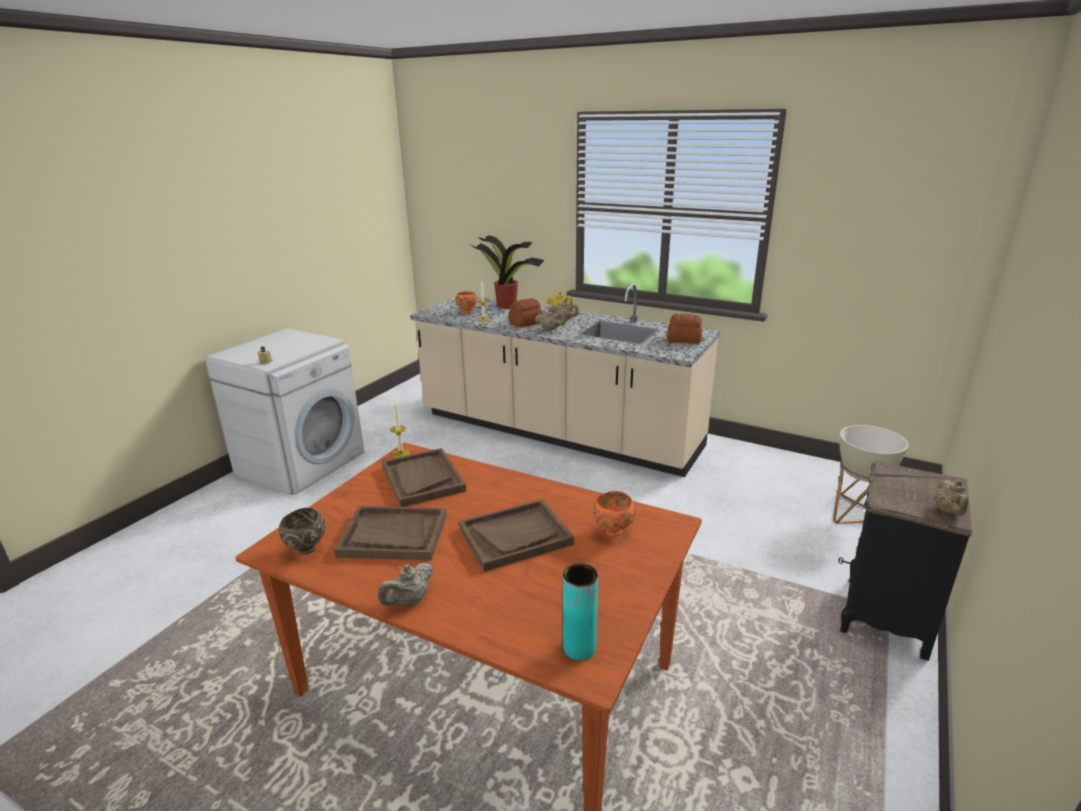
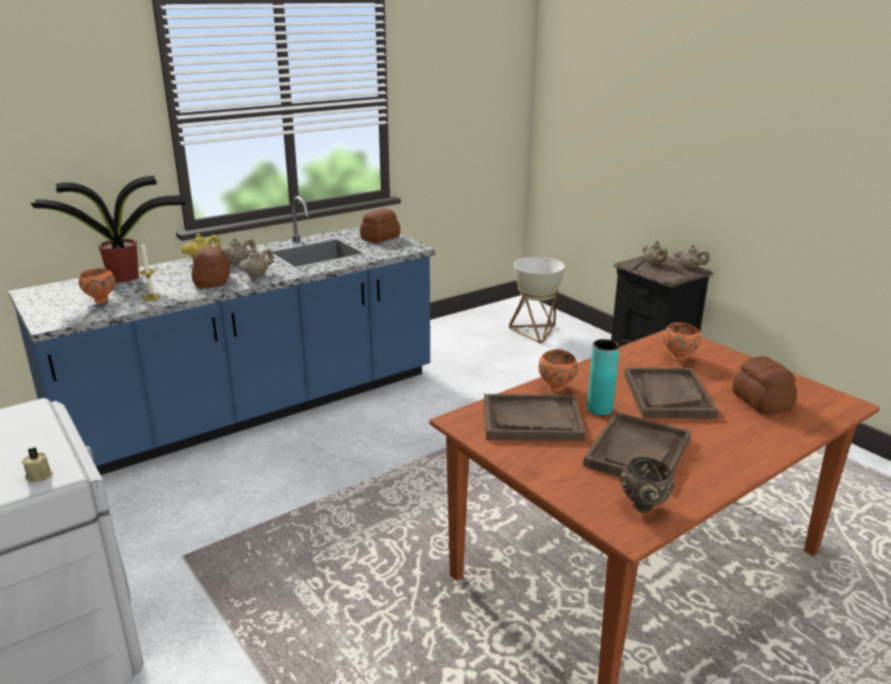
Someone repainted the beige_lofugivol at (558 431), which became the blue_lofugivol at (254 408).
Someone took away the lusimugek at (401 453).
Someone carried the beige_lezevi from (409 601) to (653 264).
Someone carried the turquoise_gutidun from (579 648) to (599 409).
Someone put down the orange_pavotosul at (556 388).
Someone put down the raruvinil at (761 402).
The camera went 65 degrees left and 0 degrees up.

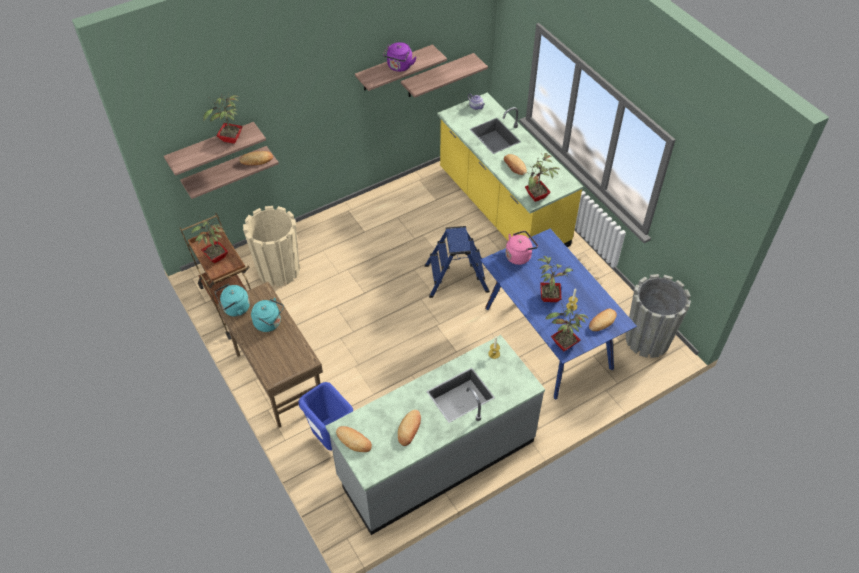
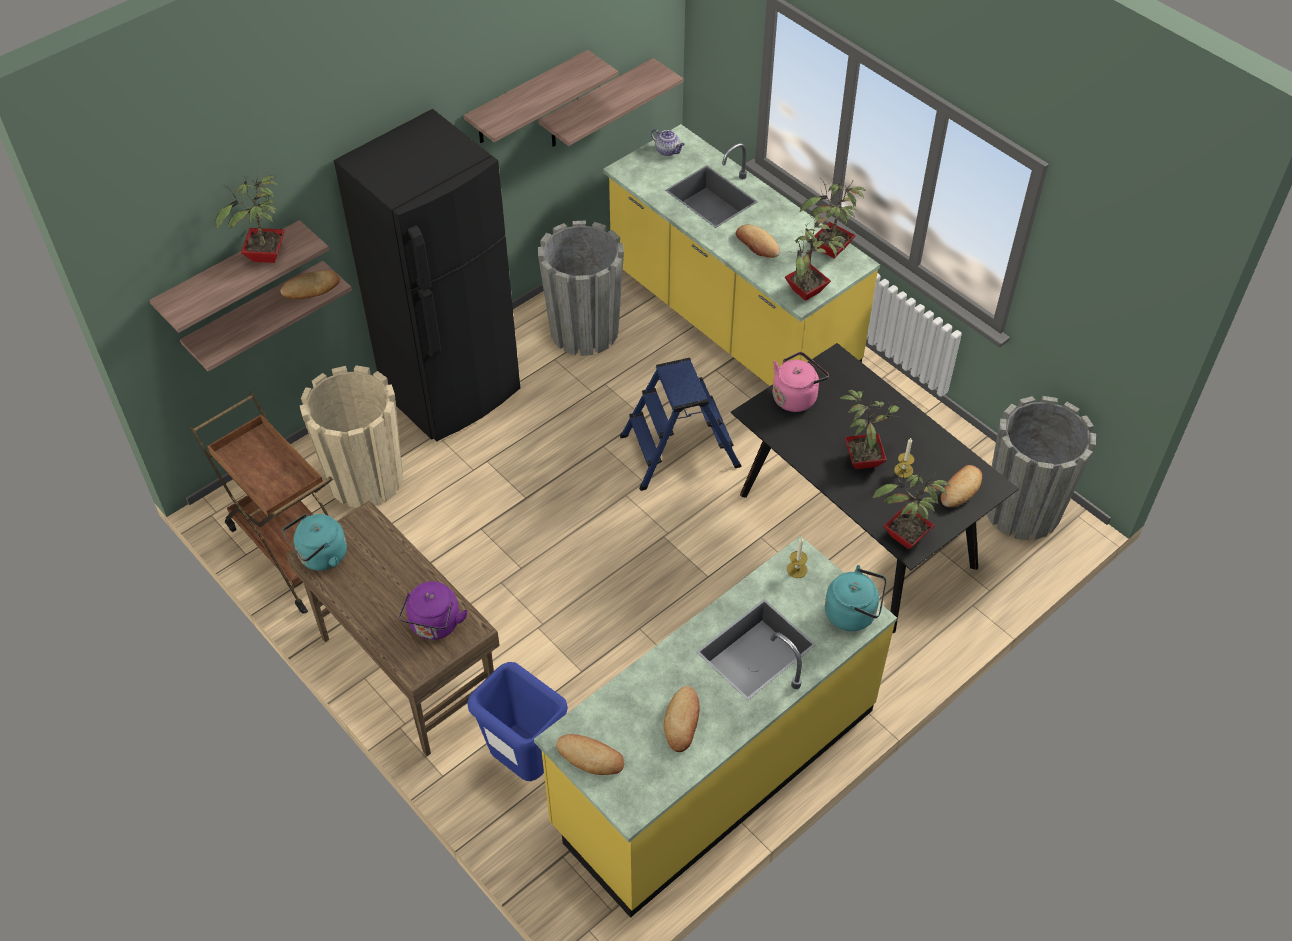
Someone carried the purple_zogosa from (399 67) to (434 626).
Someone carried the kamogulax from (215 258) to (830 250).
Someone repainted the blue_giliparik at (546 337), which became the black_giliparik at (855 530).
Someone carried the turquoise_zogosa from (269 323) to (853 613).
Someone repainted the grey_lofugivol at (436 459), which became the yellow_lofugivol at (713 767).
Someone put down the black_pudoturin at (452 392).
Someone put down the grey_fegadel at (584 331).
The camera went 10 degrees left and 0 degrees up.

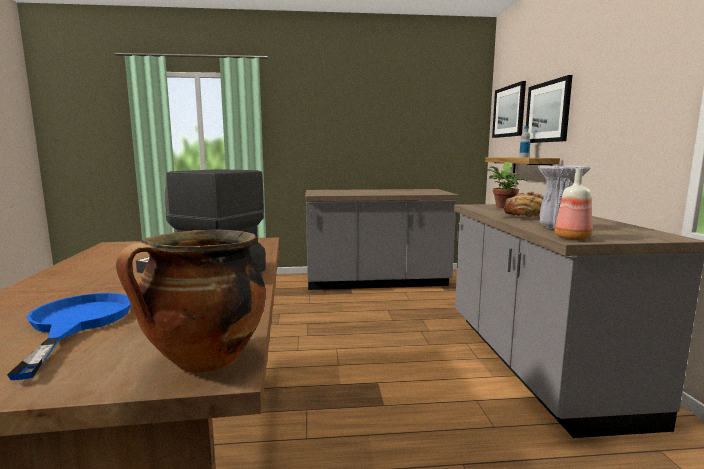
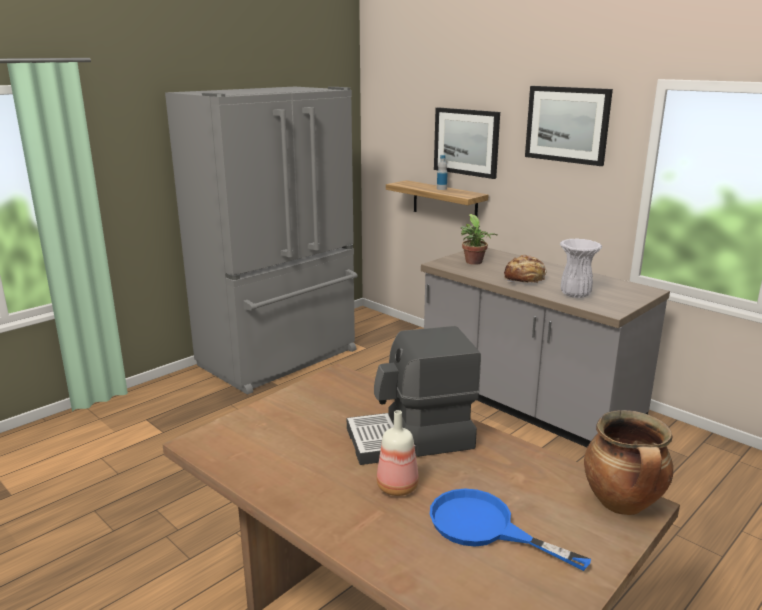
Someone carried the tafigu from (509 111) to (567 124).
Someone carried the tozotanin from (572 238) to (397 486).
Someone swapped the grey_lofugivol at (376 282) for the grey_pudoturin at (281 359).
The camera went 40 degrees left and 10 degrees up.

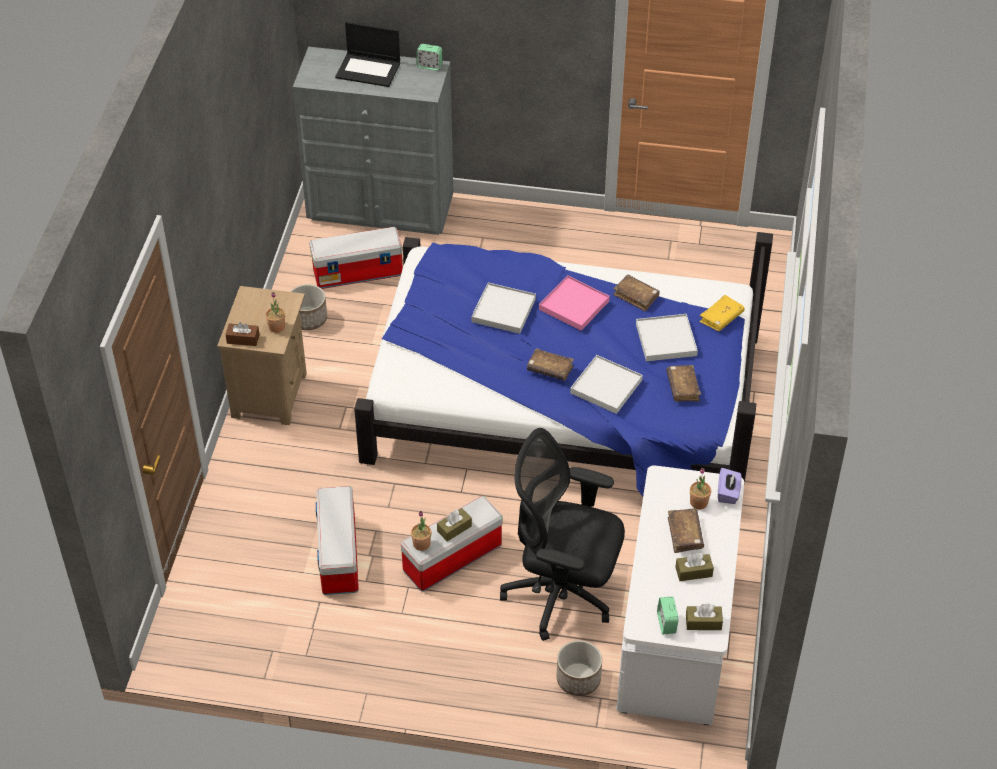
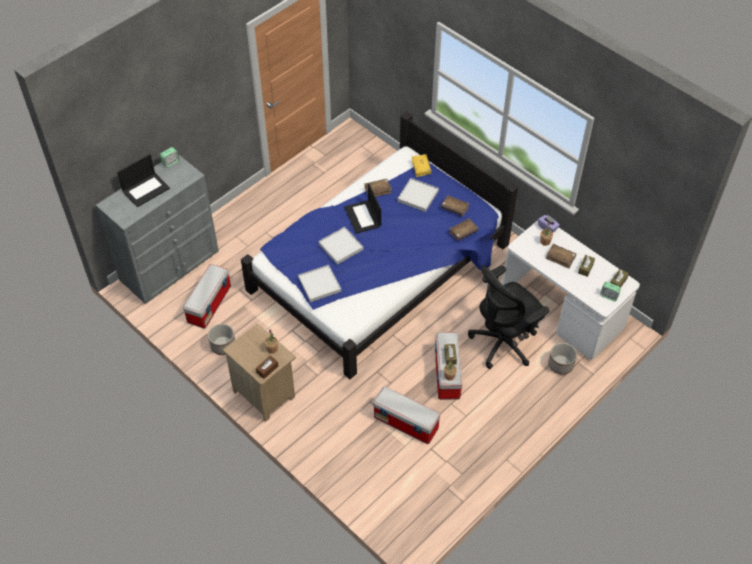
Someone swapped the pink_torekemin at (574 305) for the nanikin at (363 217).
Someone carried the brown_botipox from (550 369) to (463 232).
Someone carried the white_torekemin from (606 386) to (319 284).
The camera went 55 degrees left and 5 degrees up.

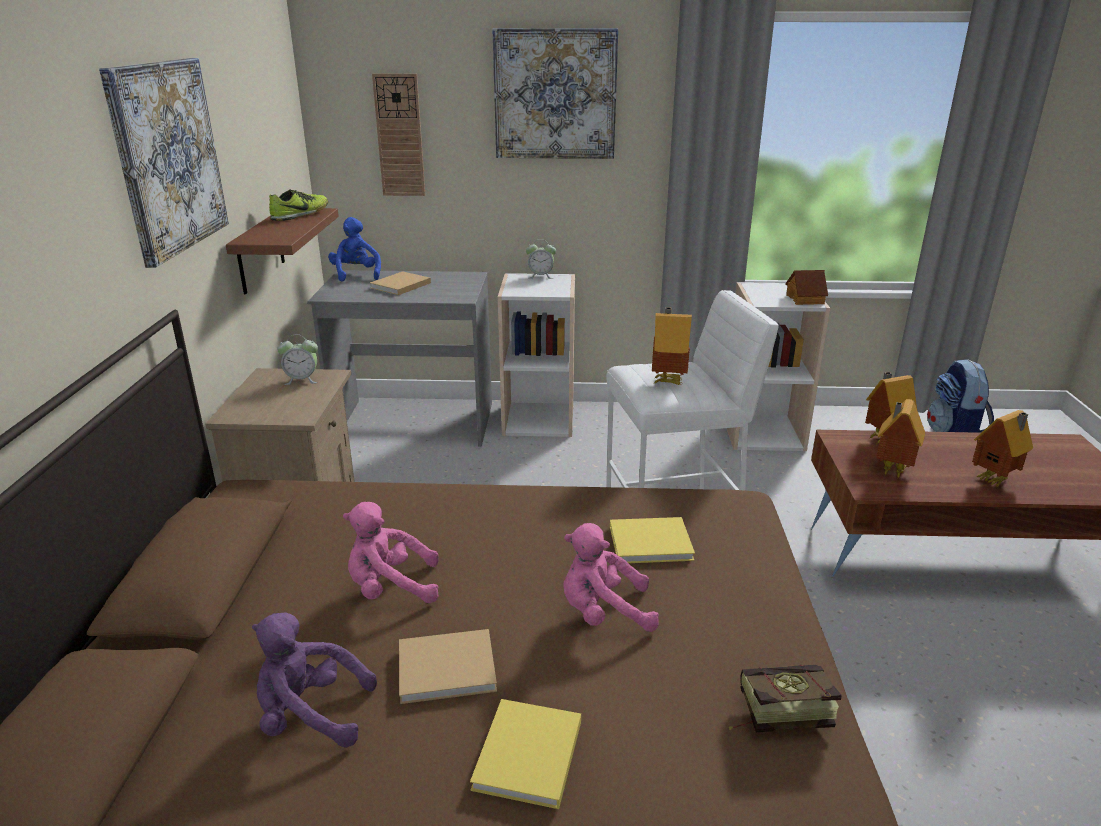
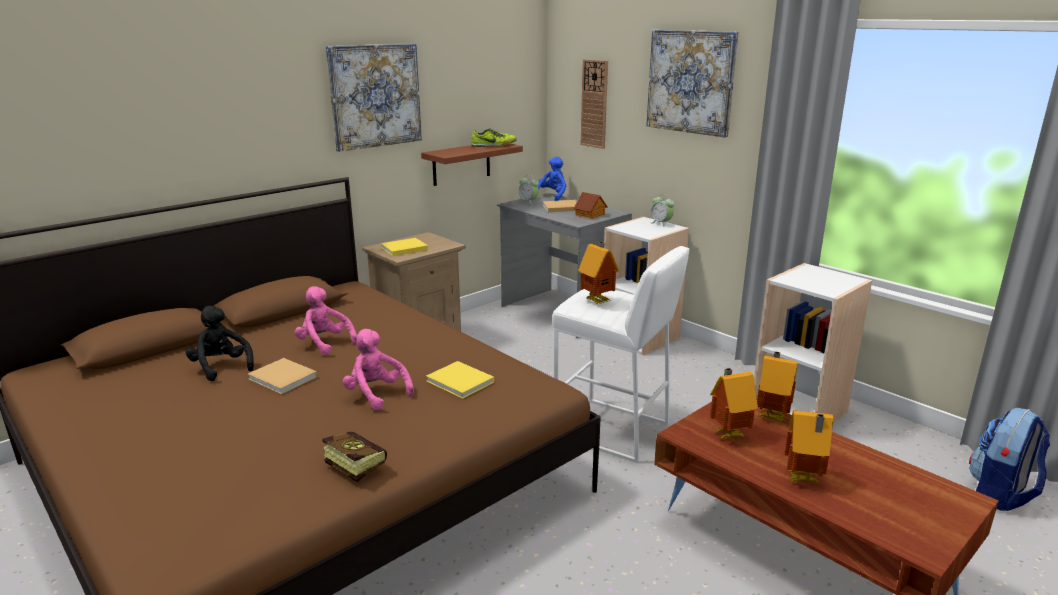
Someone carried the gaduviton from (805 299) to (590 214).
Someone carried the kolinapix from (302 380) to (528 202).
Someone repainted the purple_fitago at (310 715), which became the black_fitago at (221 367).
Someone carried the yellow_botipox from (527 758) to (403 249).
The camera went 45 degrees right and 5 degrees down.

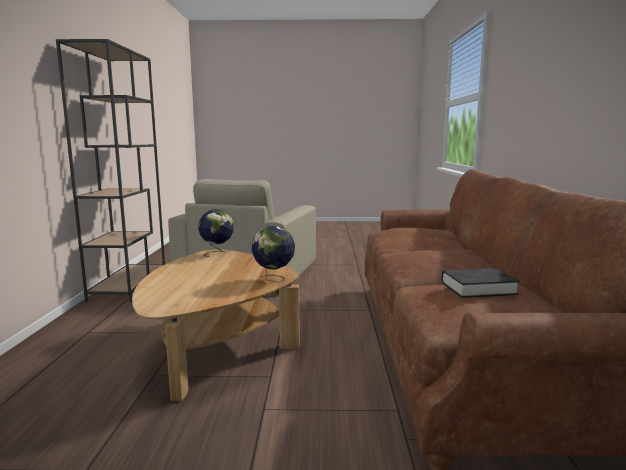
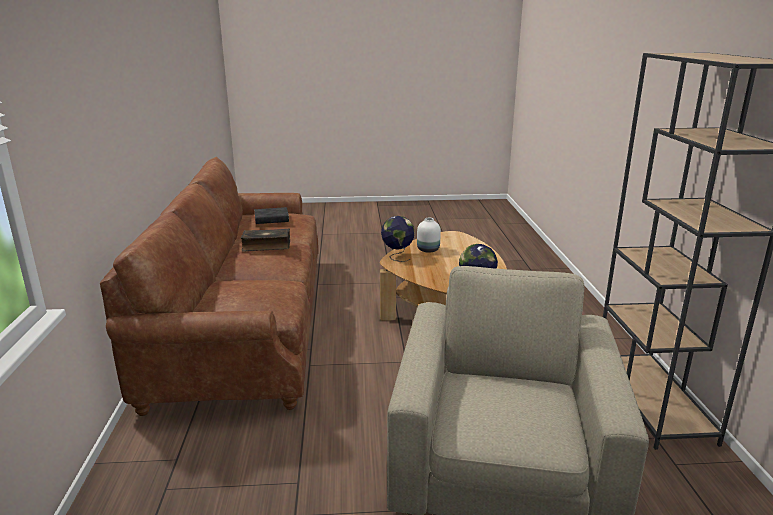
Someone put down the white_gutidun at (428 249).
Someone put down the botipox at (266 246).
The camera went 175 degrees right and 10 degrees up.

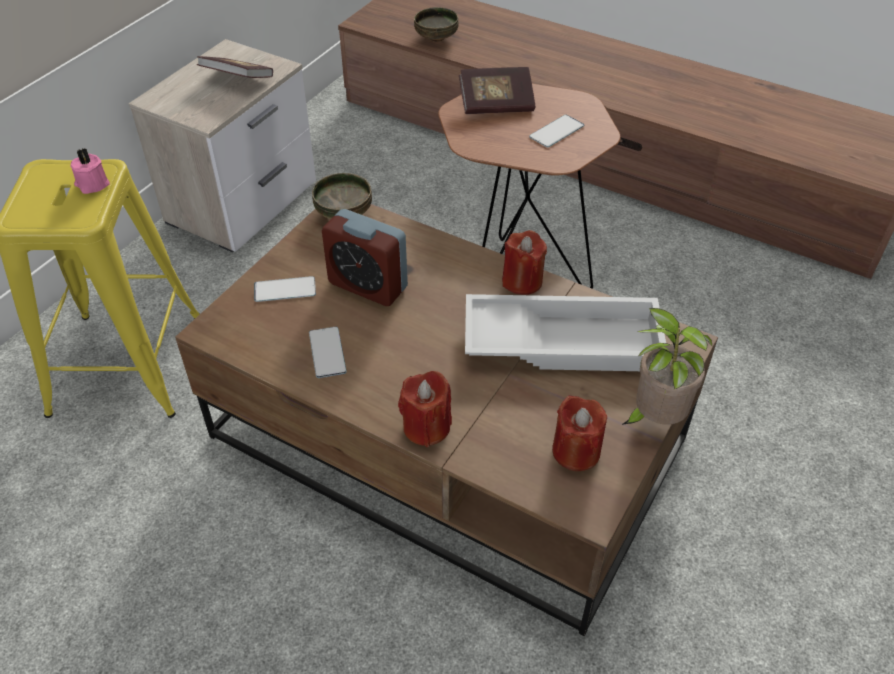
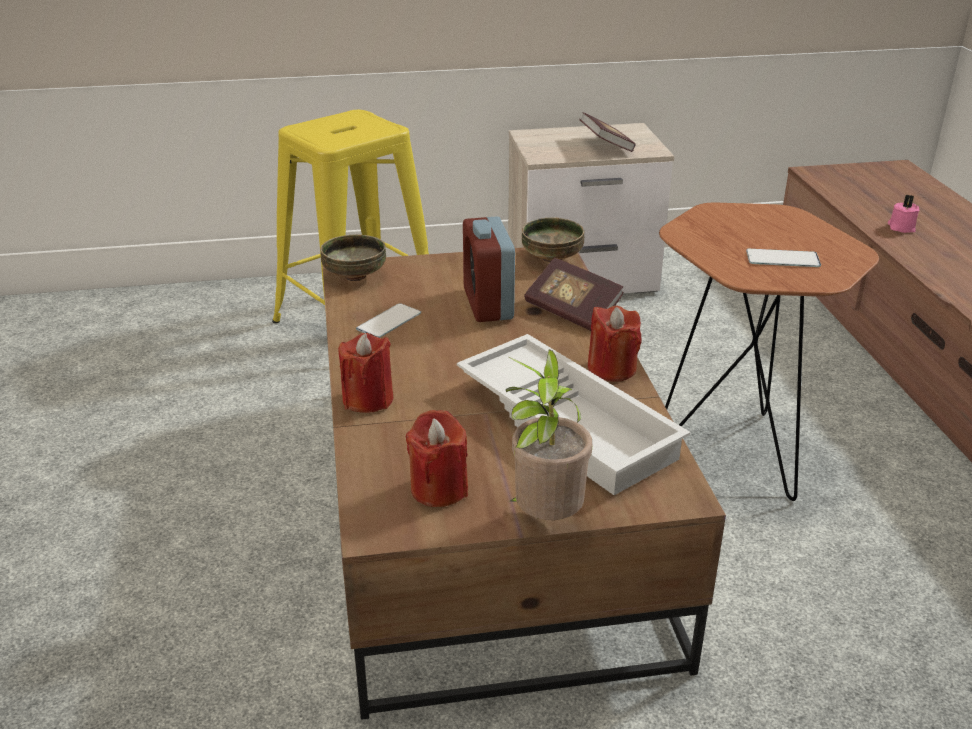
Someone carried the pavotosul from (436 38) to (354 276).
Someone carried the botipox from (496 105) to (572 311).
Someone carried the pink_lusimugek from (92 184) to (901 227).
Someone took away the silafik at (285 289).
The camera went 50 degrees right and 15 degrees down.

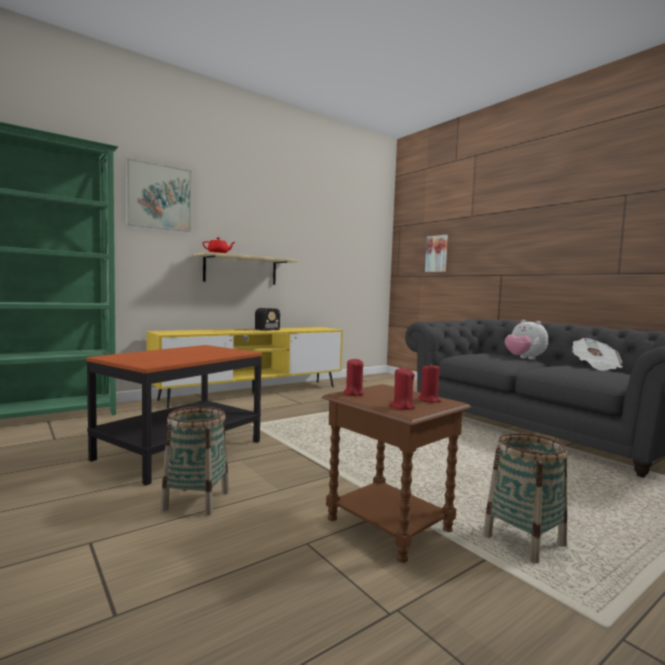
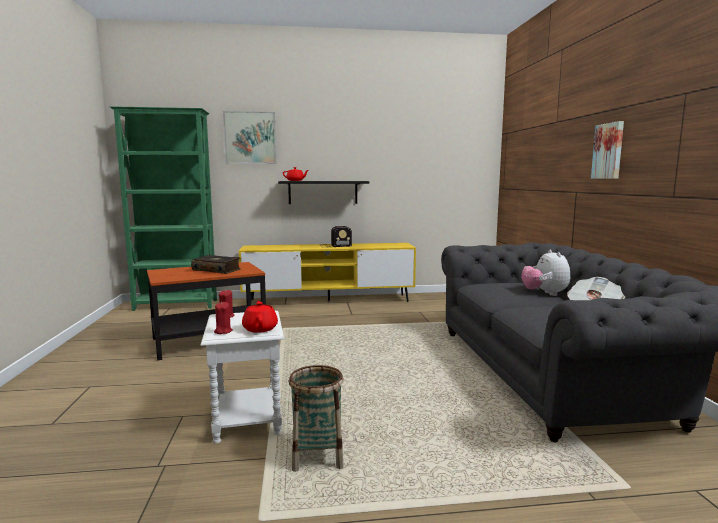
Someone carried the tafigu from (437 254) to (609 151).
Someone repainted the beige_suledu at (241 270), which became the black_suledu at (323 192).
Someone swapped the red_lusimugek at (429 400) for the red_lezevi at (260 328).
Someone repainted the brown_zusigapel at (387 525), which became the white_zusigapel at (246 419).
Someone took away the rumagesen at (196 500).
Someone put down the botipox at (217 270).
The camera went 30 degrees right and 5 degrees up.

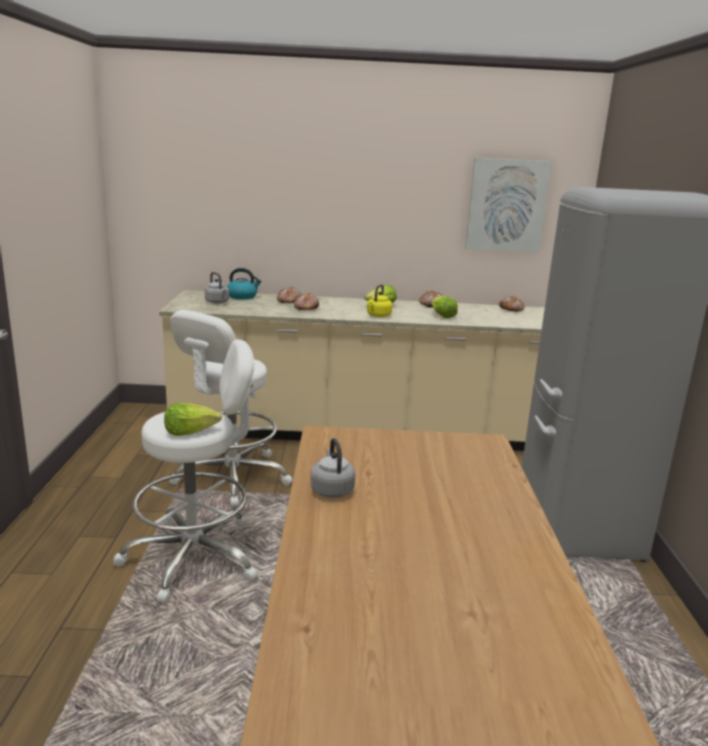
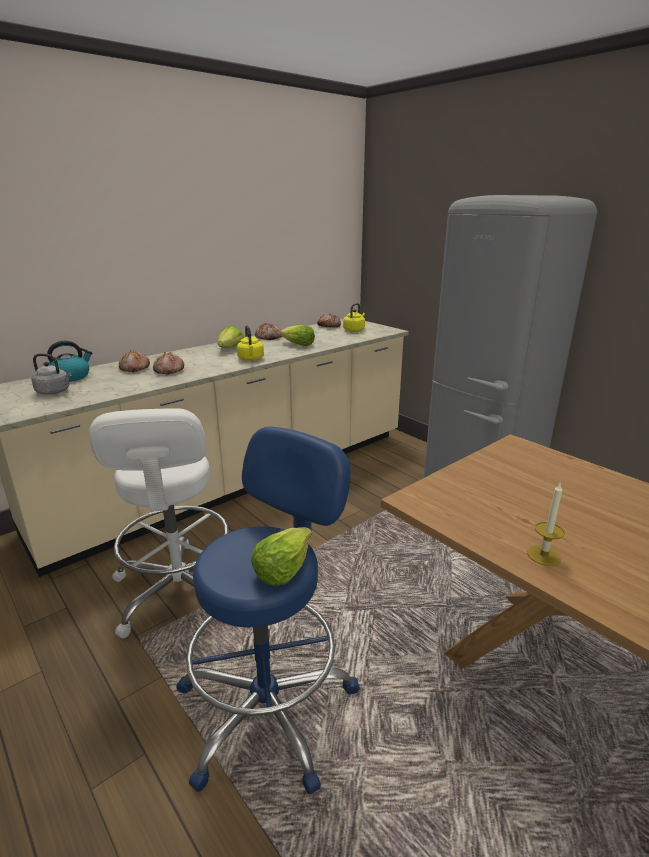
Someone took away the tafigu at (506 205).
Someone repainted the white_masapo at (196 556), which became the blue_masapo at (268 705).
Someone swapped the grey_zogosa at (331 490) for the lusimugek at (544 555).
Someone put down the yellow_zogosa at (354 330).
The camera went 40 degrees left and 5 degrees up.

